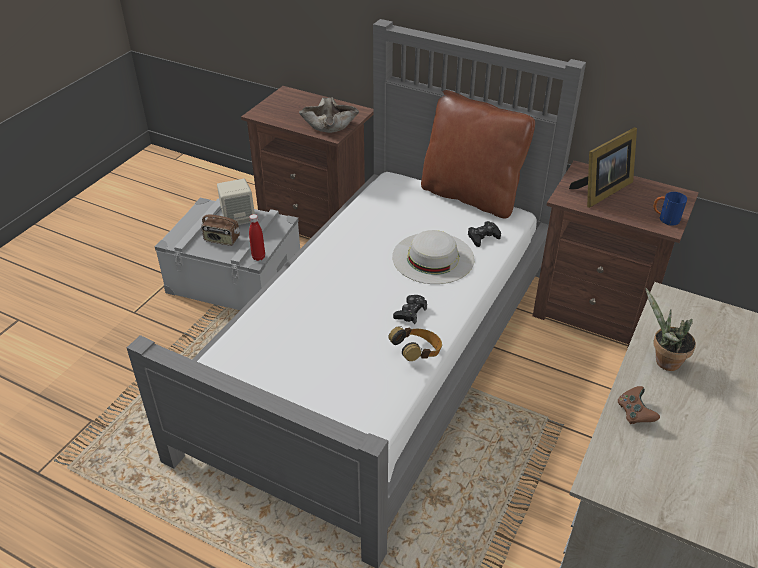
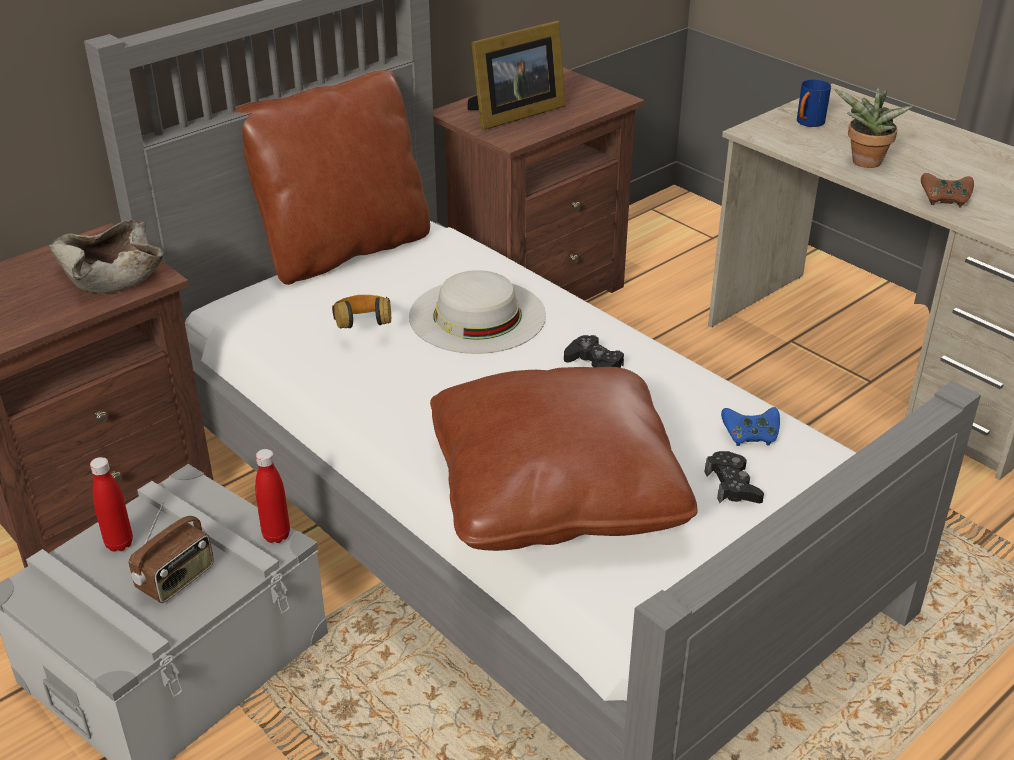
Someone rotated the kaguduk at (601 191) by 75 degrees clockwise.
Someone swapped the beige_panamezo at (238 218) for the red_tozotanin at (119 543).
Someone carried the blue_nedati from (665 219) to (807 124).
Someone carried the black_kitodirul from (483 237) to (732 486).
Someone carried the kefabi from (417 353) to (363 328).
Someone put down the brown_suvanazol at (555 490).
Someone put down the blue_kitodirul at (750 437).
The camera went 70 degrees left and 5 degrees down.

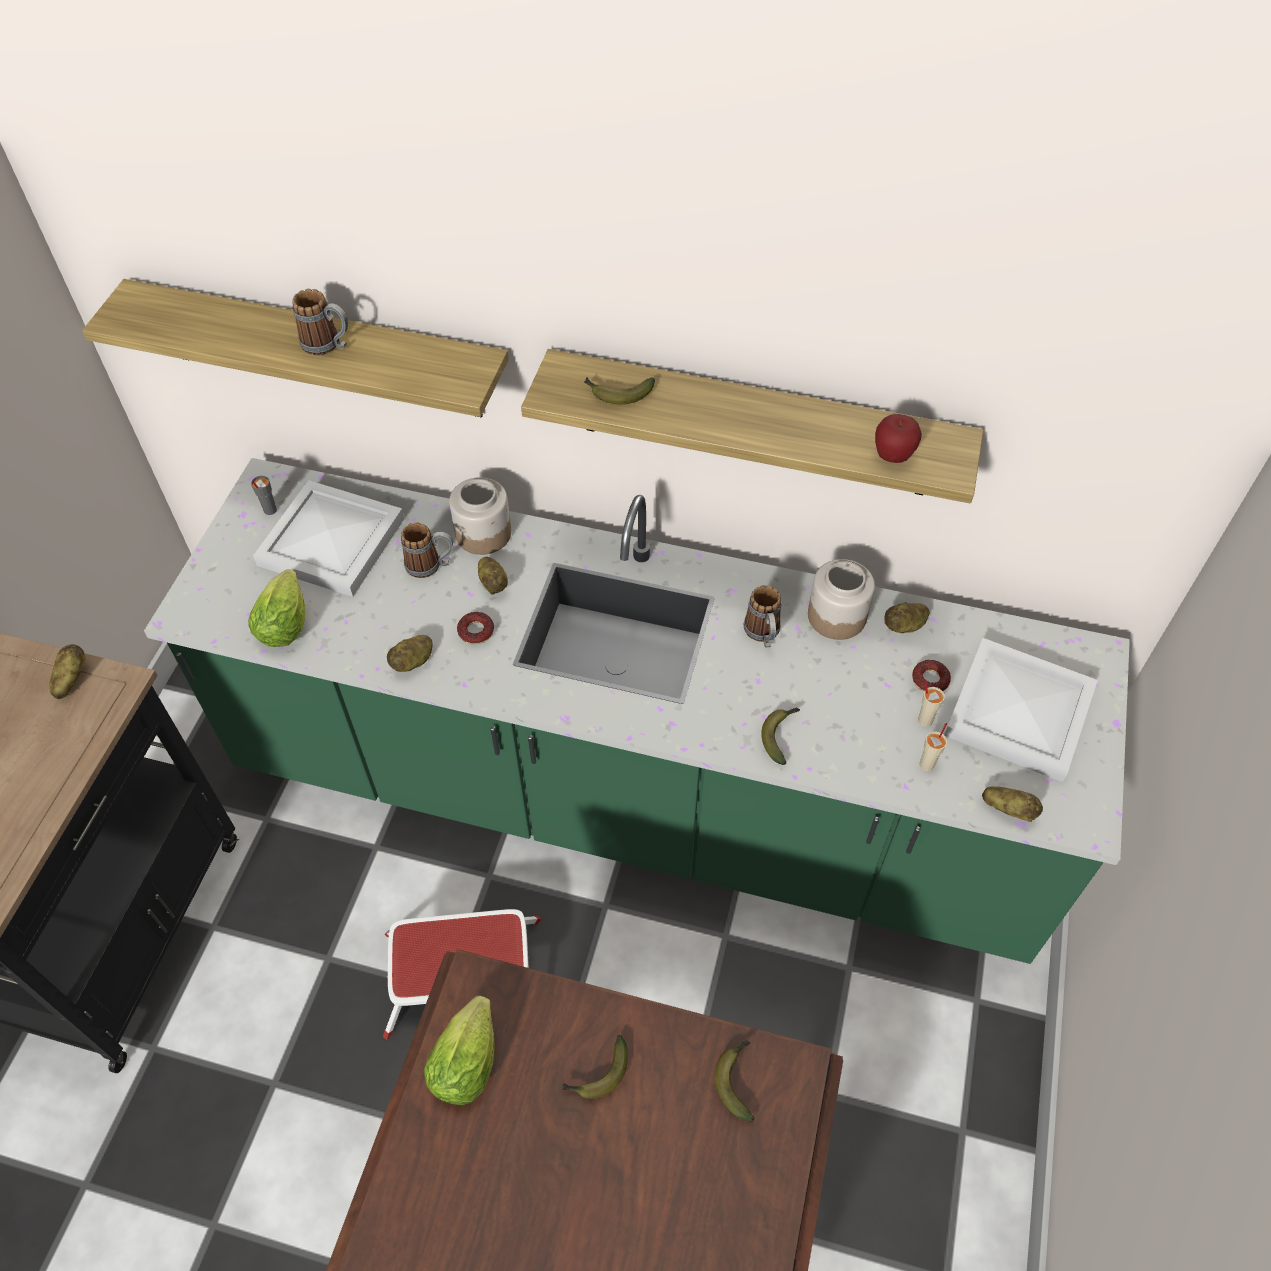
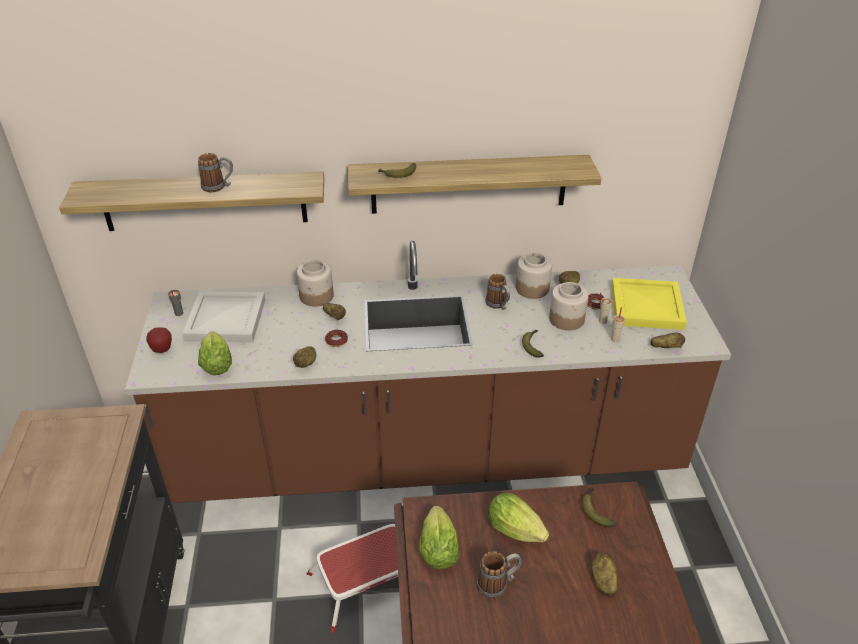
Someone carried the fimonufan from (892 456) to (162 350).
Someone repainted the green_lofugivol at (635 796), which became the brown_lofugivol at (429 456).
Someone carried the nedati from (431 565) to (498 583).
Someone repainted the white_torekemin at (1016 712), which became the yellow_torekemin at (645 307).
Someone carried the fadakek from (71 679) to (602 580).
Someone swapped the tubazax at (598 1075) for the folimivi at (518 532).
Someone put down the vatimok at (567 319).
The camera went 20 degrees left and 15 degrees down.

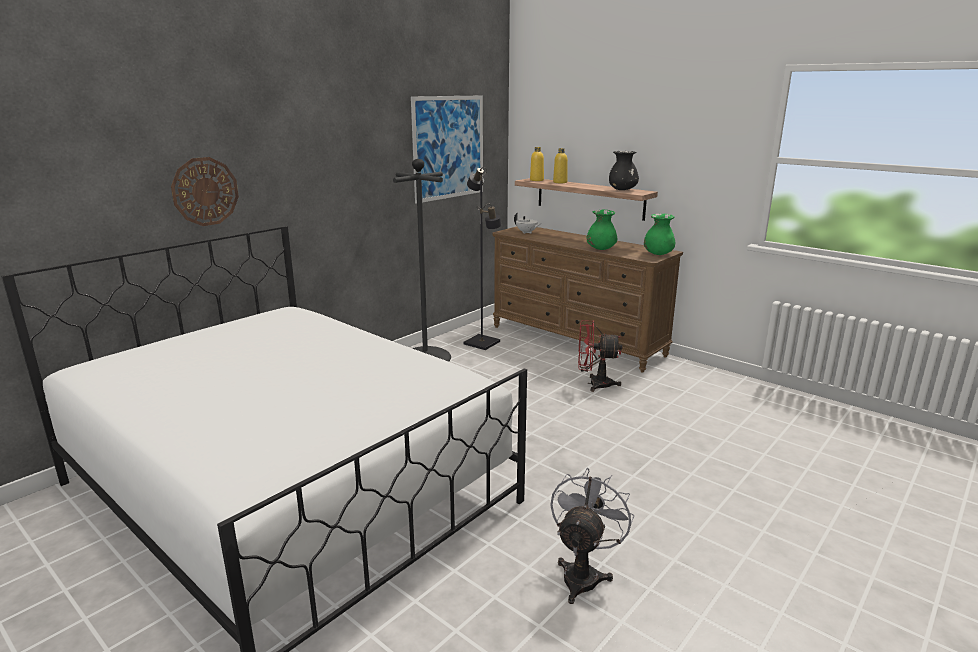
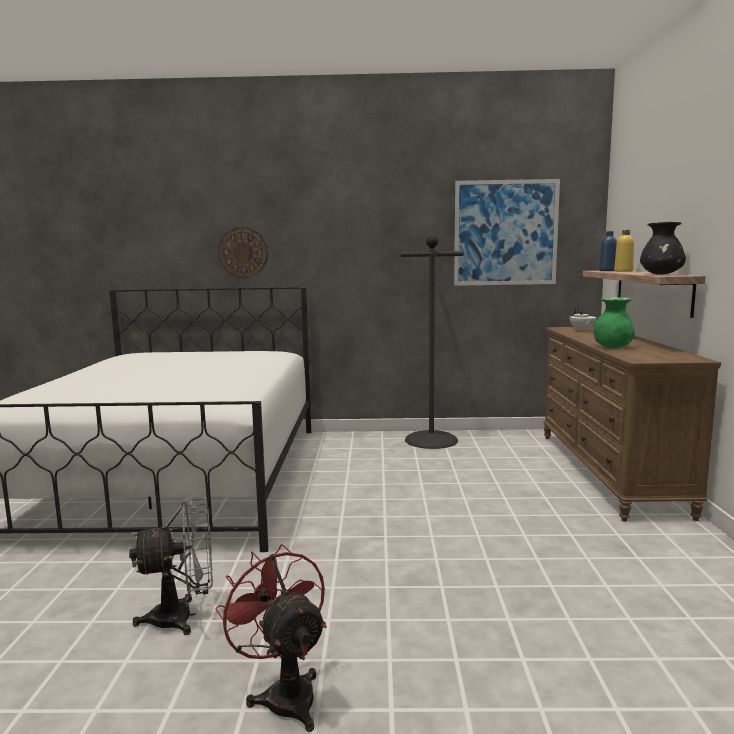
Someone repainted the yellow_tozotanin at (536 180), which became the blue_tozotanin at (607 270).
Someone took away the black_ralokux at (482 343).
Someone took away the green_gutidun at (658 254).
Someone carried the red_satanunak from (594 384) to (284 693).
The camera went 50 degrees right and 10 degrees down.

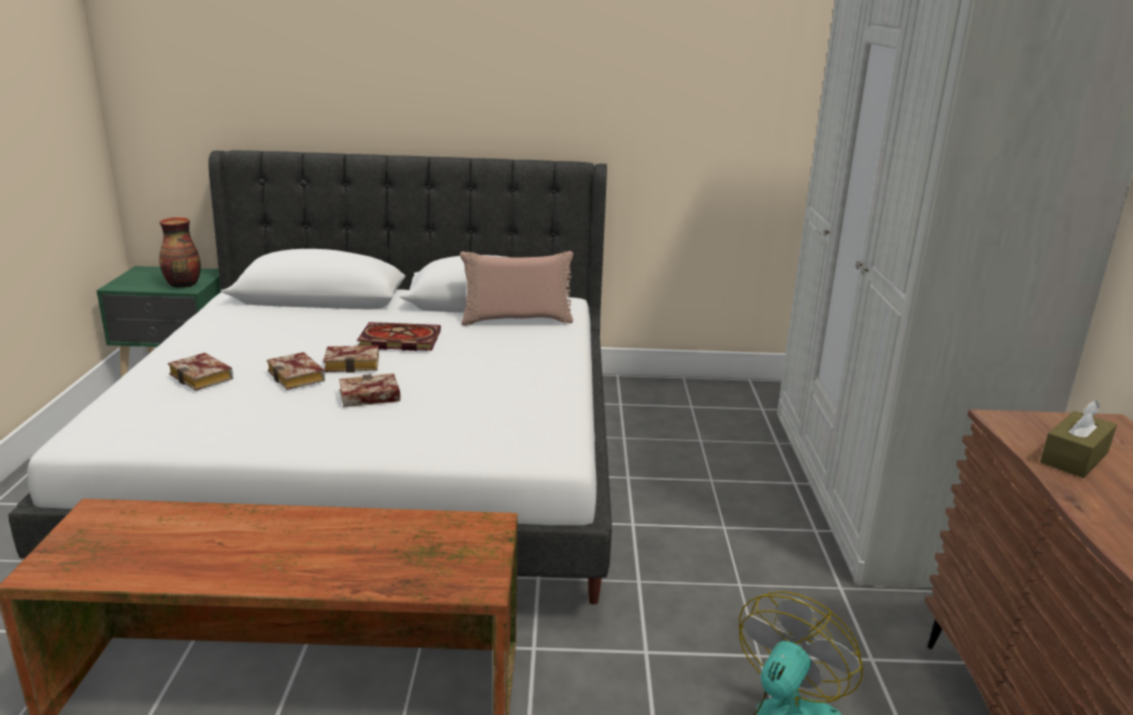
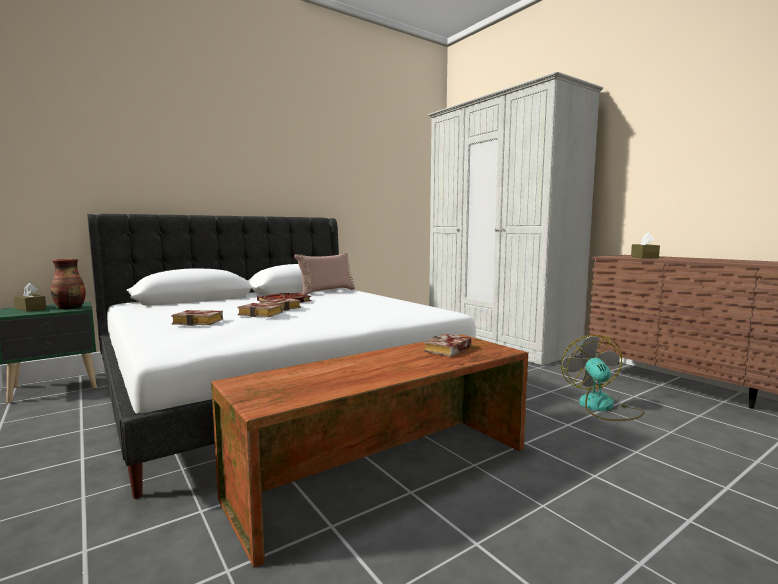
Someone carried the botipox from (367 397) to (448 350).
Someone put down the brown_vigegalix at (30 308).
The camera went 35 degrees left and 15 degrees down.

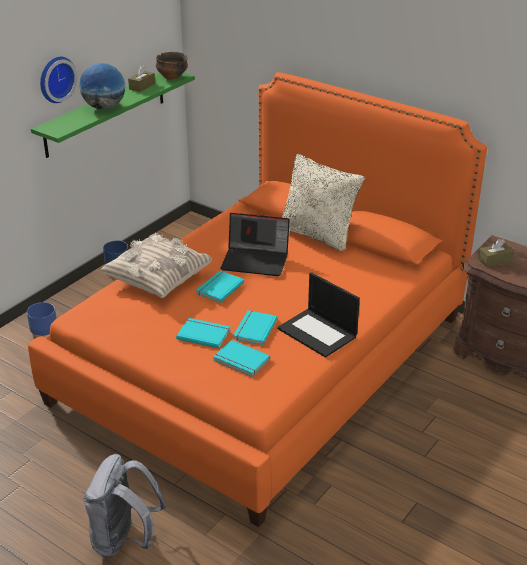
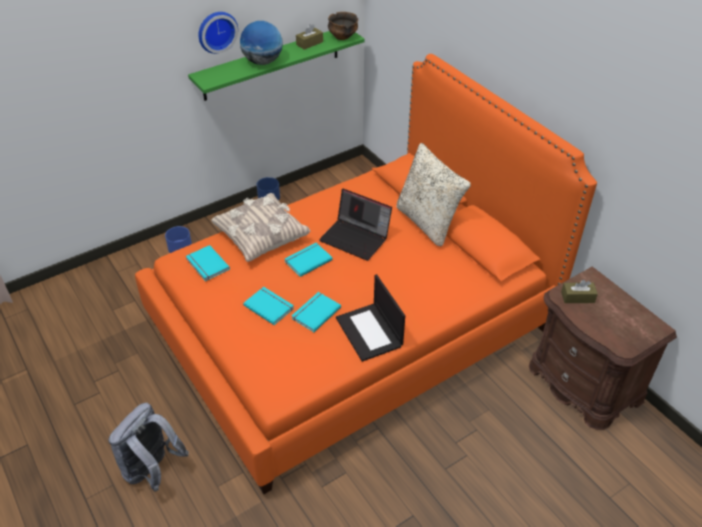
Someone carried the turquoise_botipox from (240 361) to (206 265).
The camera went 20 degrees right and 10 degrees up.

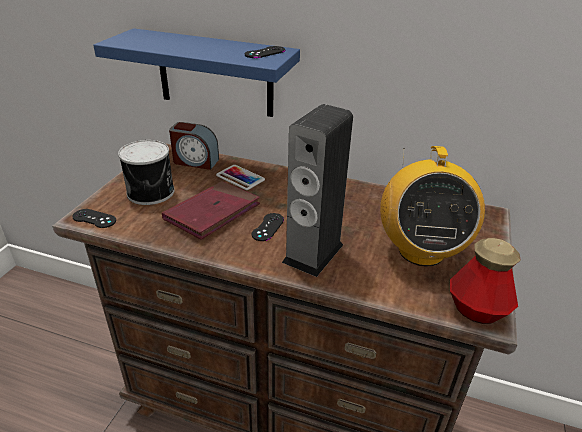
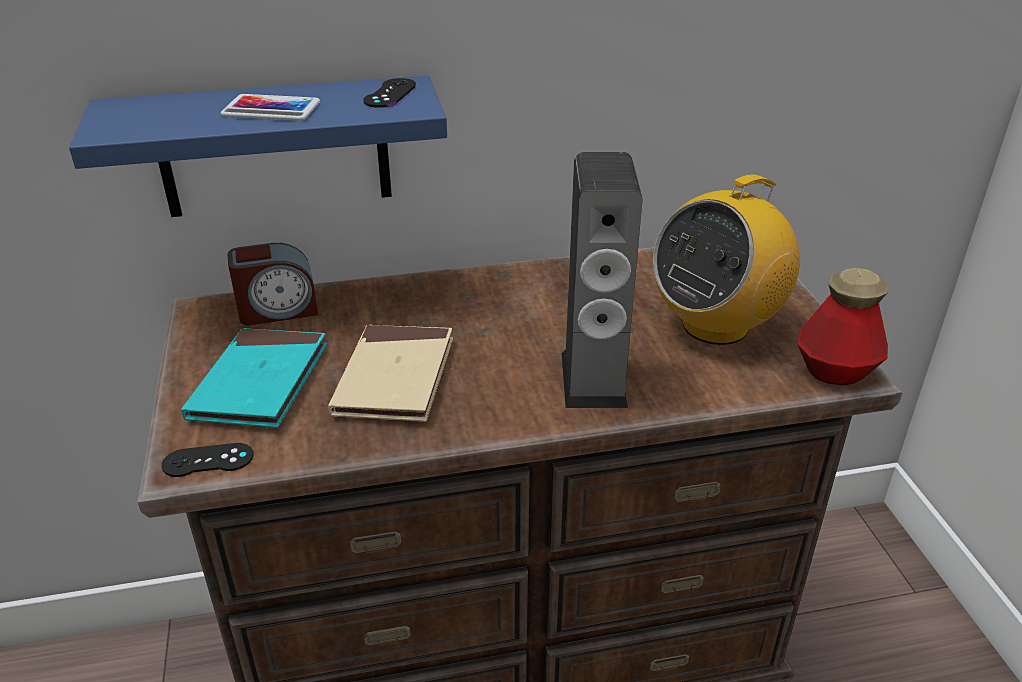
Someone swapped the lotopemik at (152 192) for the turquoise_botipox at (260 383).
Someone rotated the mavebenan at (420 251) by 75 degrees clockwise.
Someone carried the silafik from (240 177) to (271 109).
Someone repainted the red_botipox at (212 213), which became the beige_botipox at (395 378).
Someone took away the black_kitodirul at (268 227).
The camera went 30 degrees left and 0 degrees up.

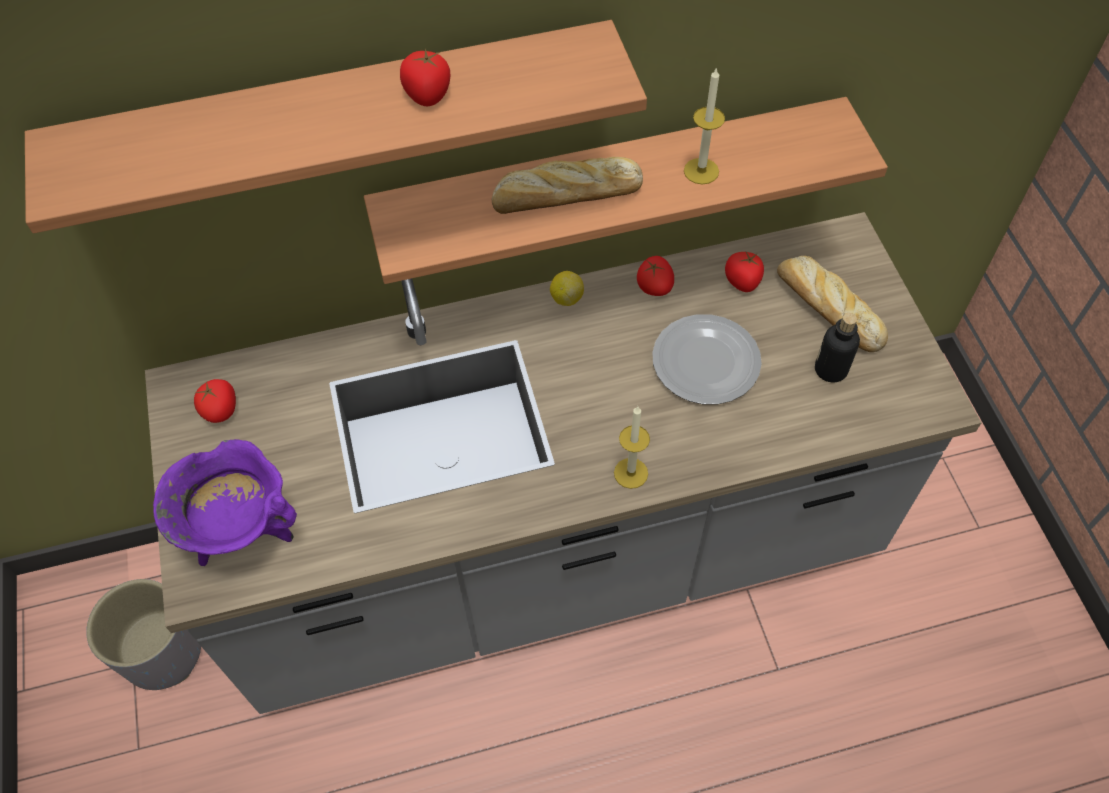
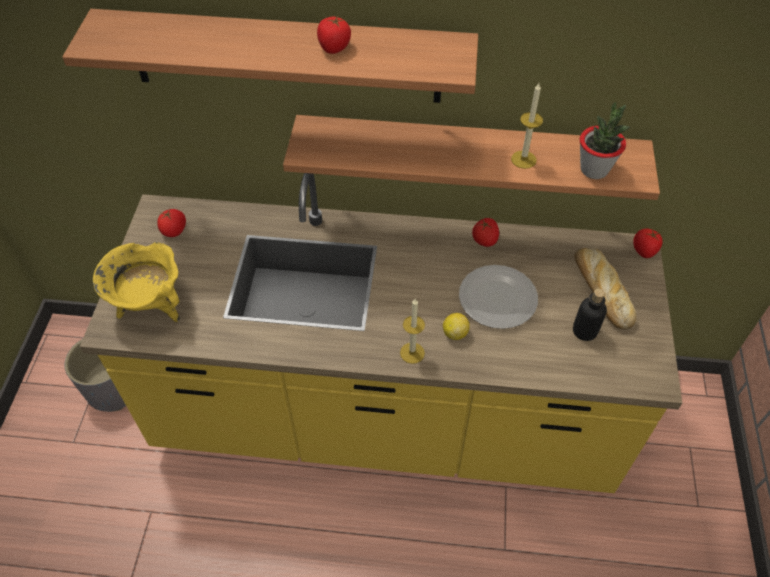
Someone took away the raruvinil at (564 197).
Someone repainted the grey_lofugivol at (558 554), which became the yellow_lofugivol at (385 416).
Someone carried the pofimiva from (742 281) to (644 251).
Someone carried the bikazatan from (566 298) to (455 333).
Someone repainted the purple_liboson at (242 532), which became the yellow_liboson at (151 306).
Someone put down the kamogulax at (594 170).
The camera went 20 degrees right and 5 degrees down.

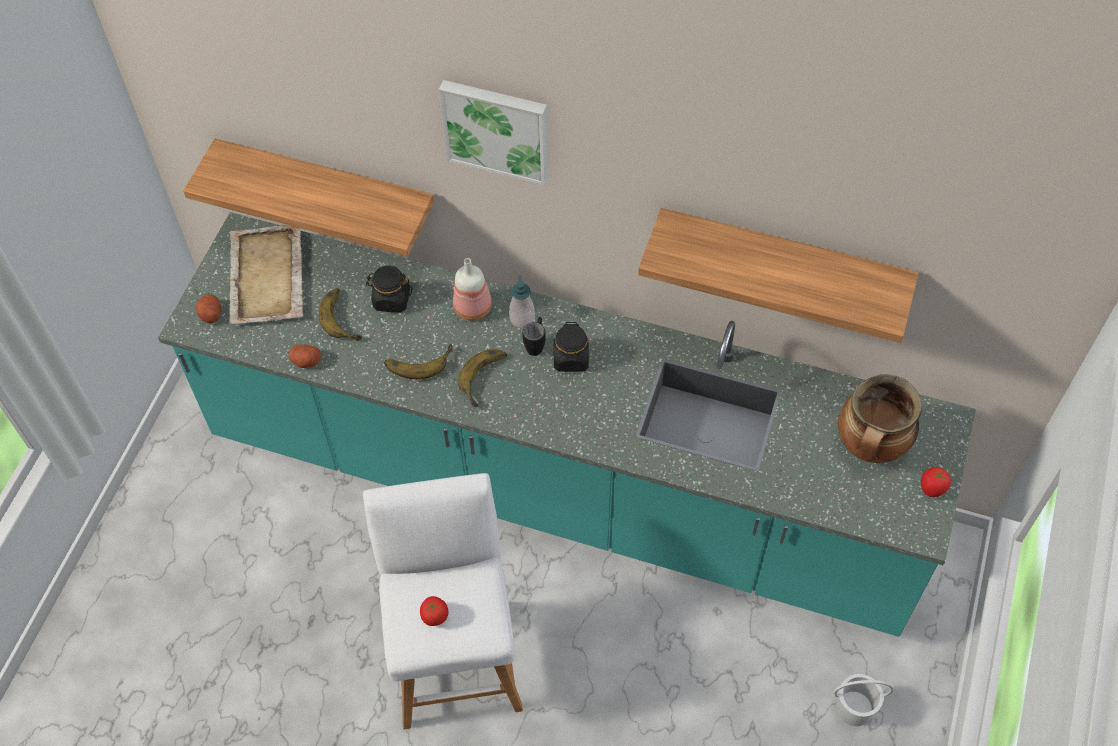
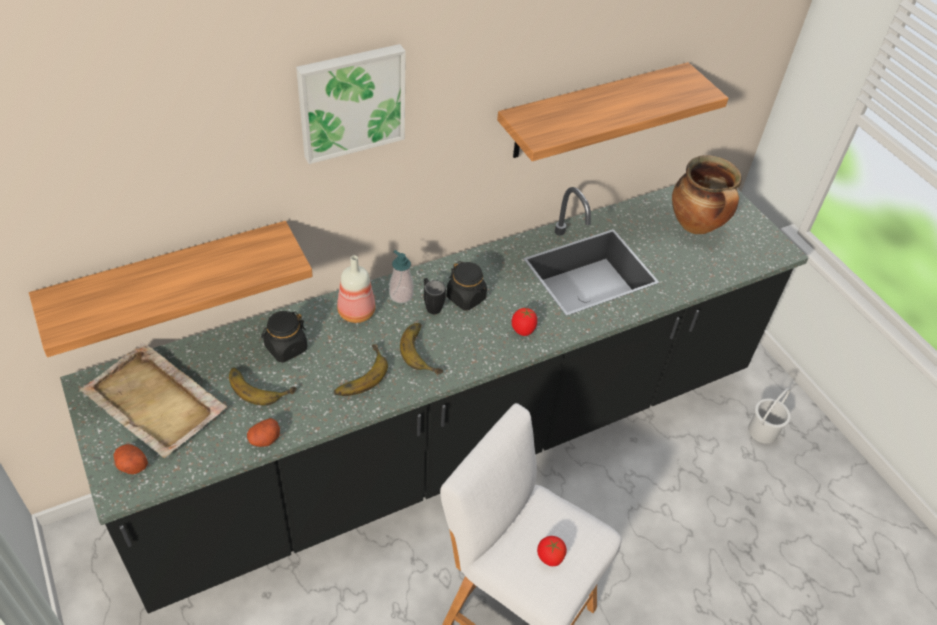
Someone repainted the turquoise_lofugivol at (561 486), which became the black_lofugivol at (456 442).
Someone carried the pofimiva from (932 488) to (523 330).
The camera went 50 degrees left and 10 degrees down.

